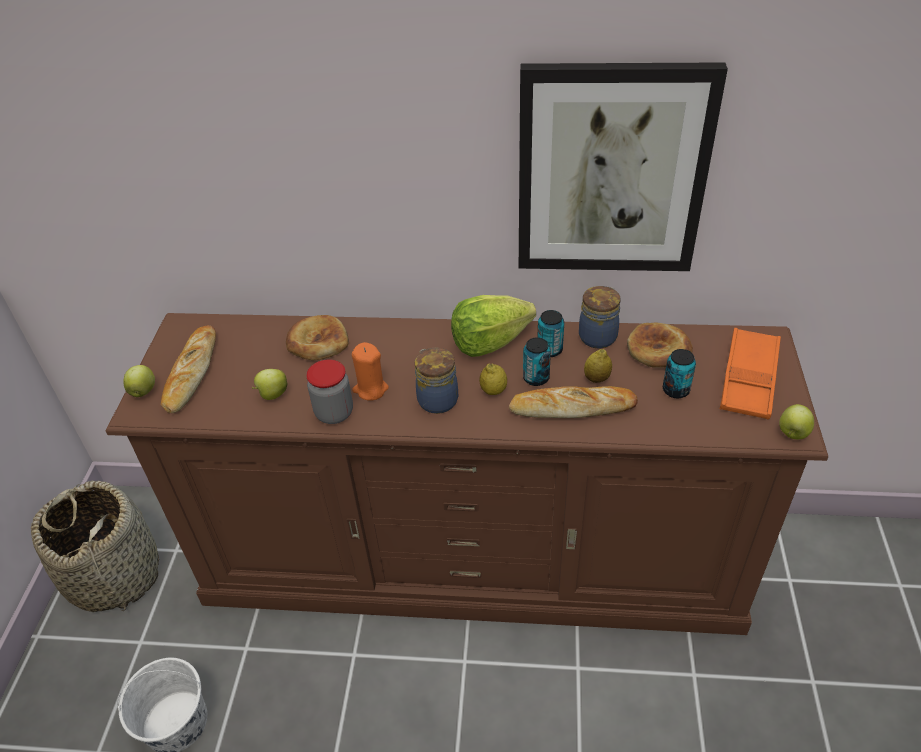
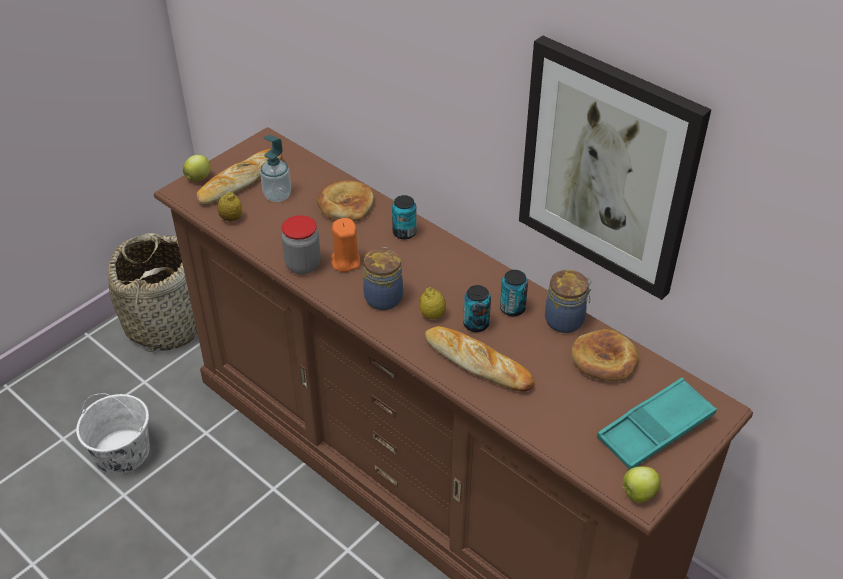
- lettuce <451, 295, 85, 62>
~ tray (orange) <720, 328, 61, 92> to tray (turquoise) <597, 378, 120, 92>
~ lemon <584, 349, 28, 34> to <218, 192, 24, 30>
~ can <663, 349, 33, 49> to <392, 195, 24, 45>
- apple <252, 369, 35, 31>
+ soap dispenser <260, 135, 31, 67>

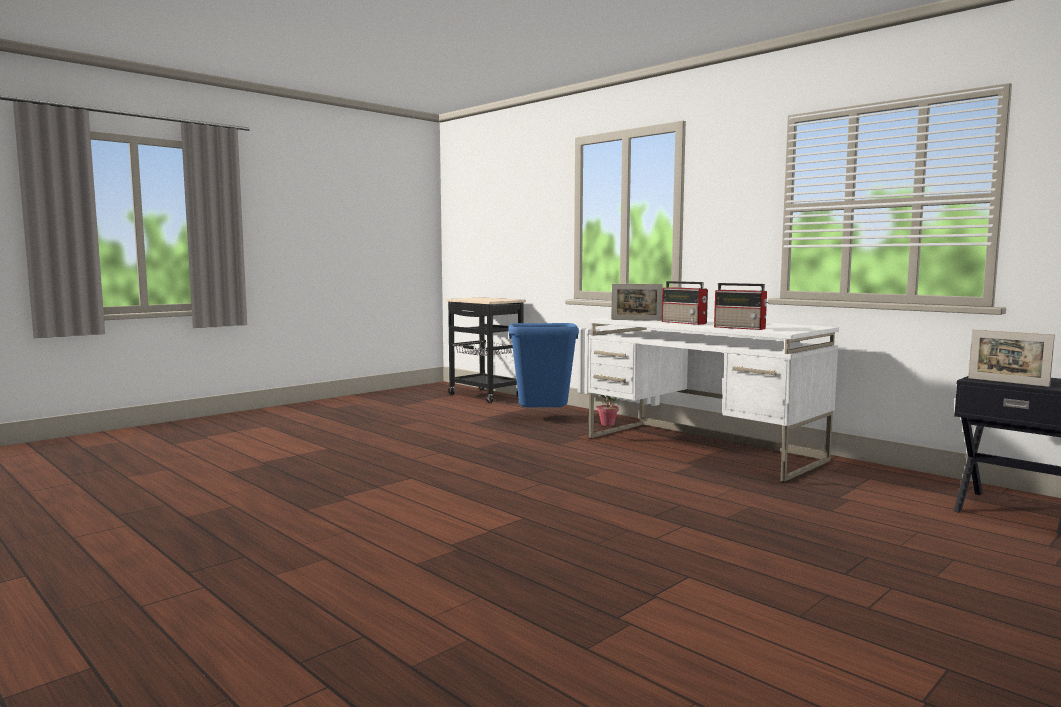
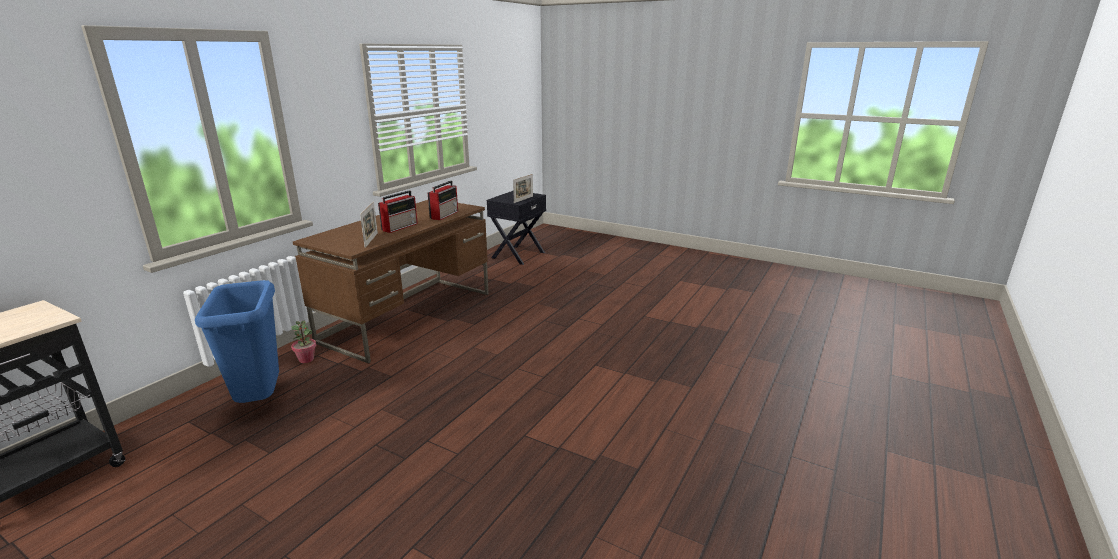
~ desk (white) <588, 317, 251, 165> to desk (brown) <293, 200, 196, 164>

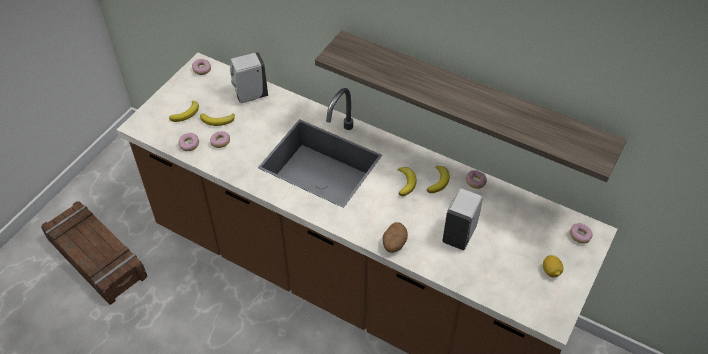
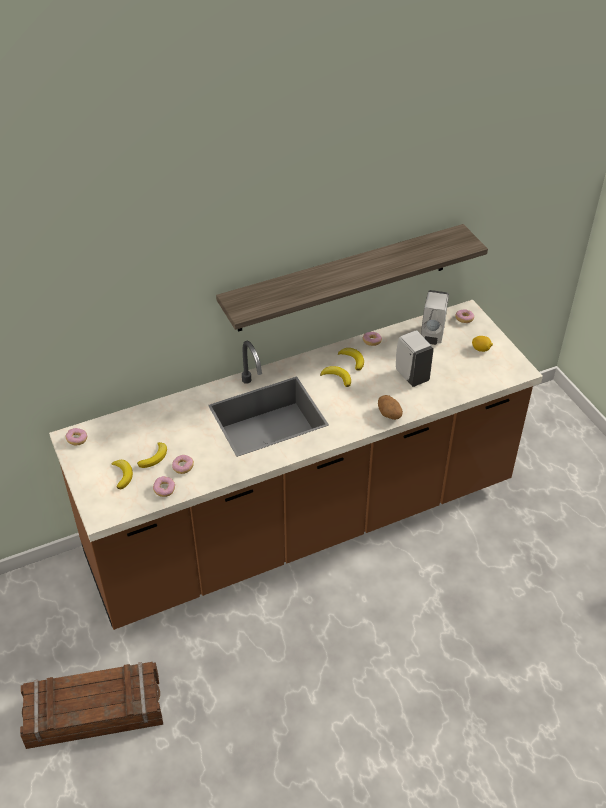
~ soap dispenser (white) <230, 52, 38, 52> to <421, 290, 28, 55>

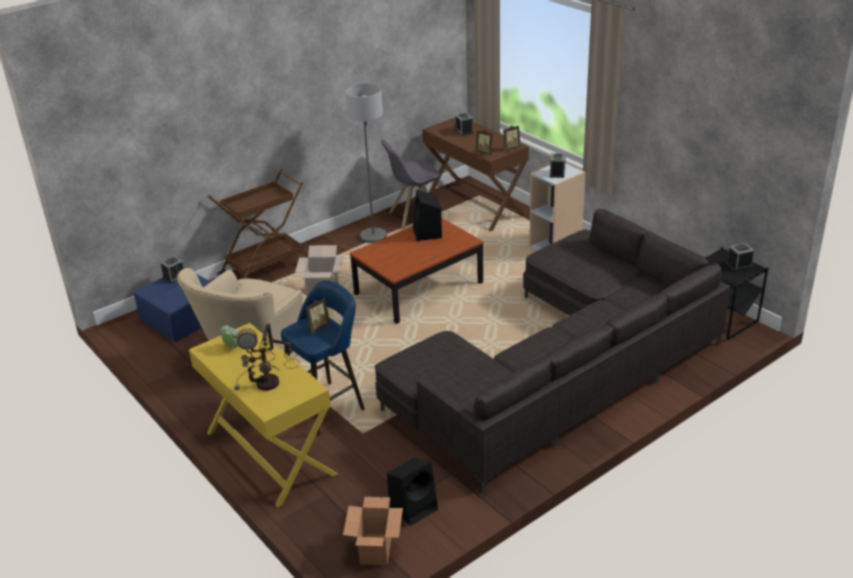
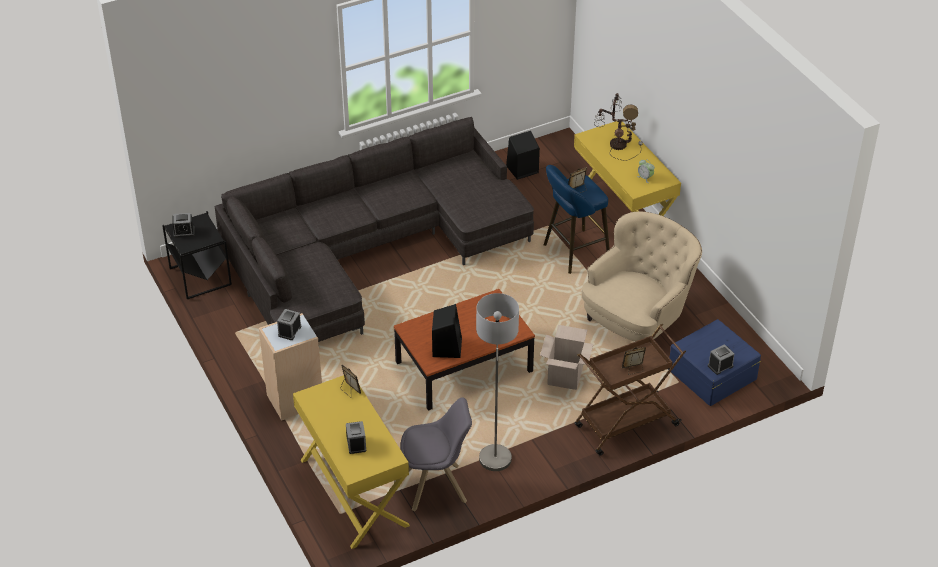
~ desk (brown) <422, 118, 107, 113> to desk (yellow) <293, 375, 117, 174>
~ picture frame <503, 125, 18, 26> to <622, 347, 24, 28>
- cardboard box <343, 497, 60, 68>

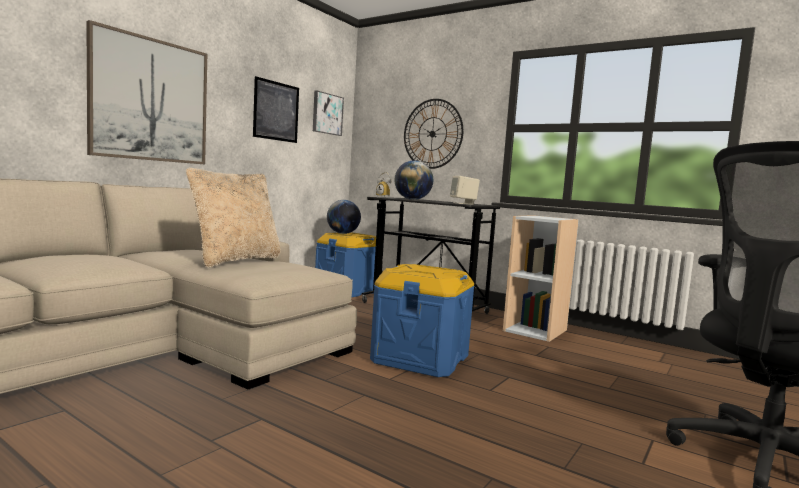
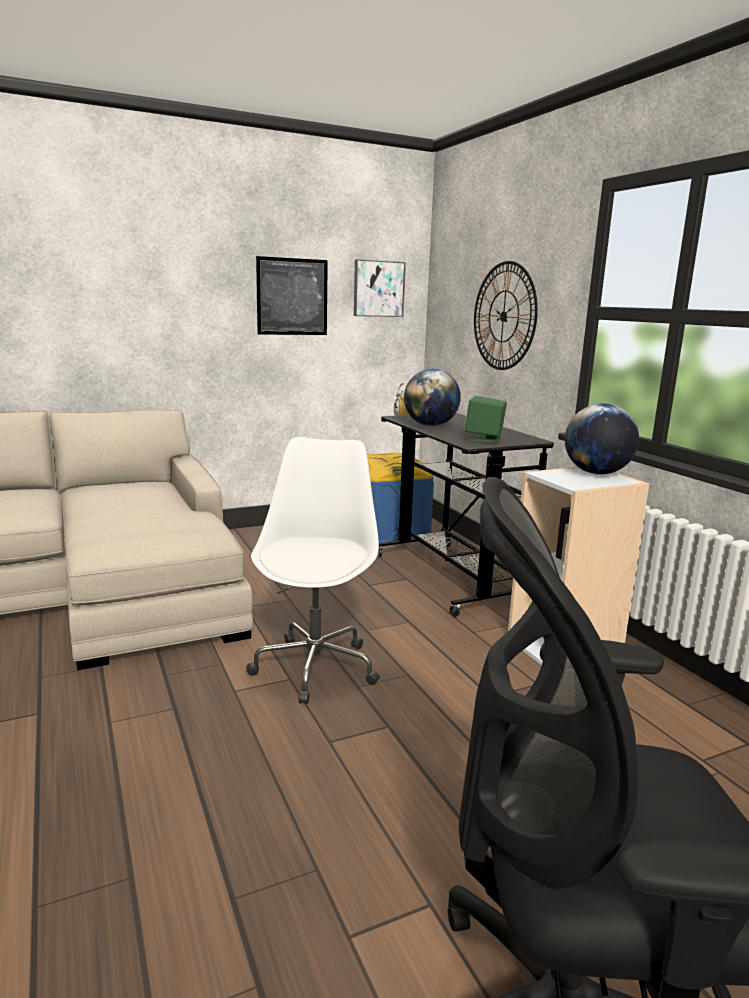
- picture <86, 20, 121, 144>
- pillow (beige) <186, 168, 94, 99>
~ speaker (beige) <450, 176, 30, 29> to speaker (green) <465, 396, 42, 47>
~ globe <327, 200, 34, 34> to <565, 403, 74, 72>
~ storage box (blue) <370, 264, 104, 113> to office chair (white) <246, 437, 134, 267>

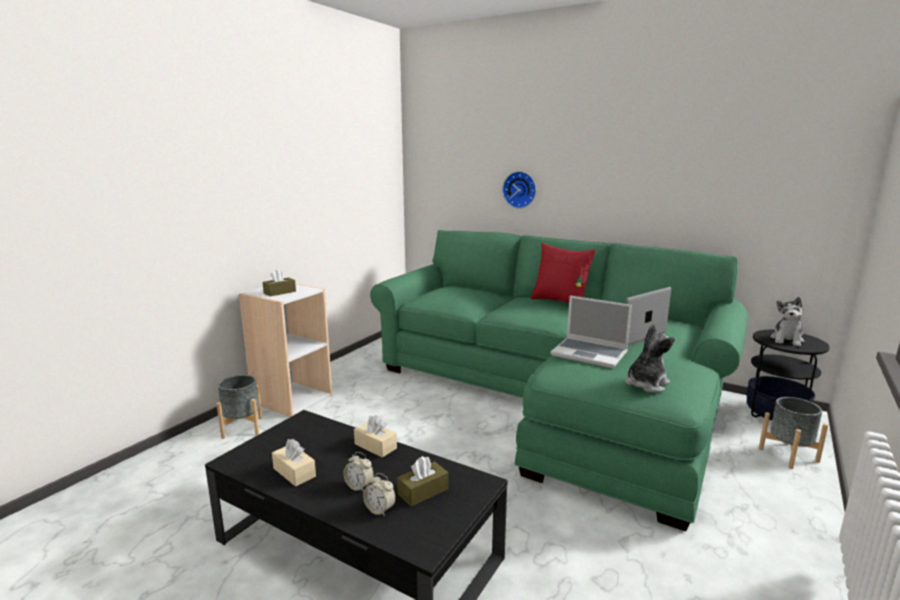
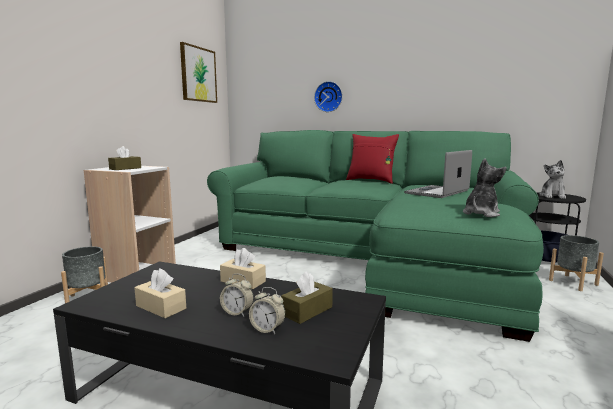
- laptop <551, 296, 81, 72>
+ picture <180, 42, 37, 61>

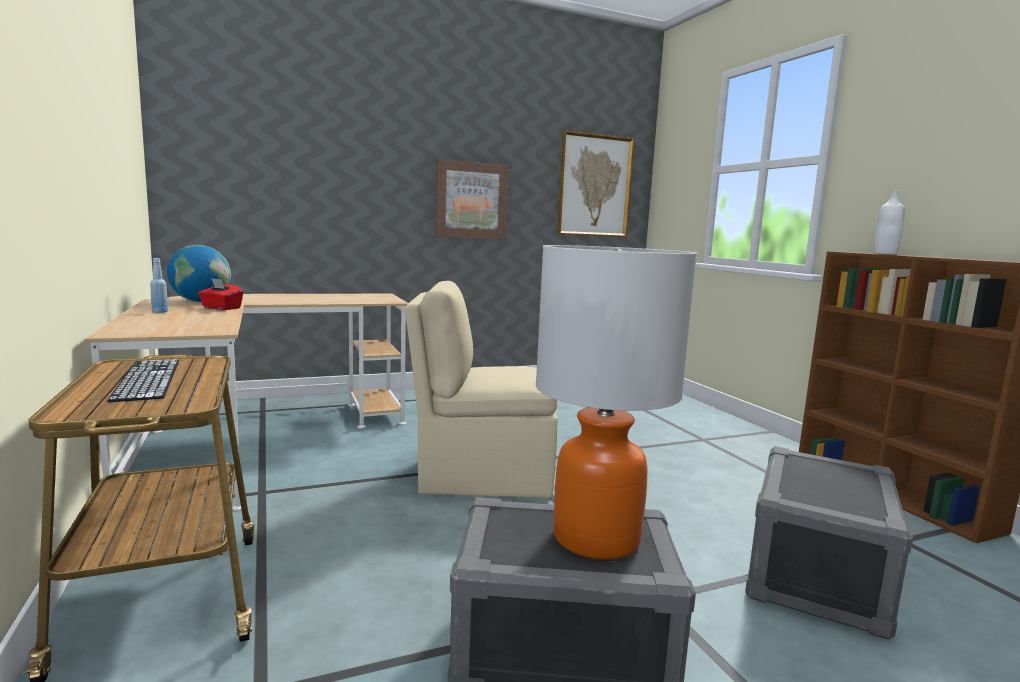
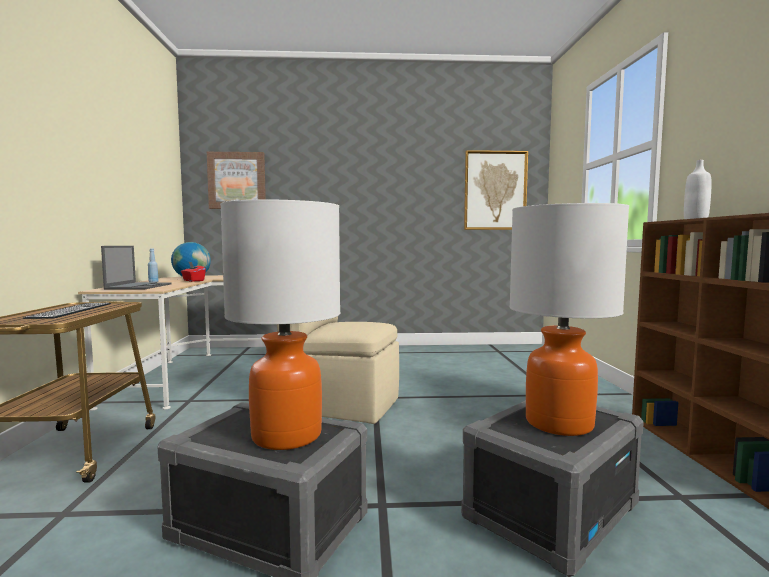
~ picture <435, 159, 74, 80> to <207, 152, 59, 57>
+ table lamp <509, 203, 120, 233>
+ laptop <101, 246, 71, 43>

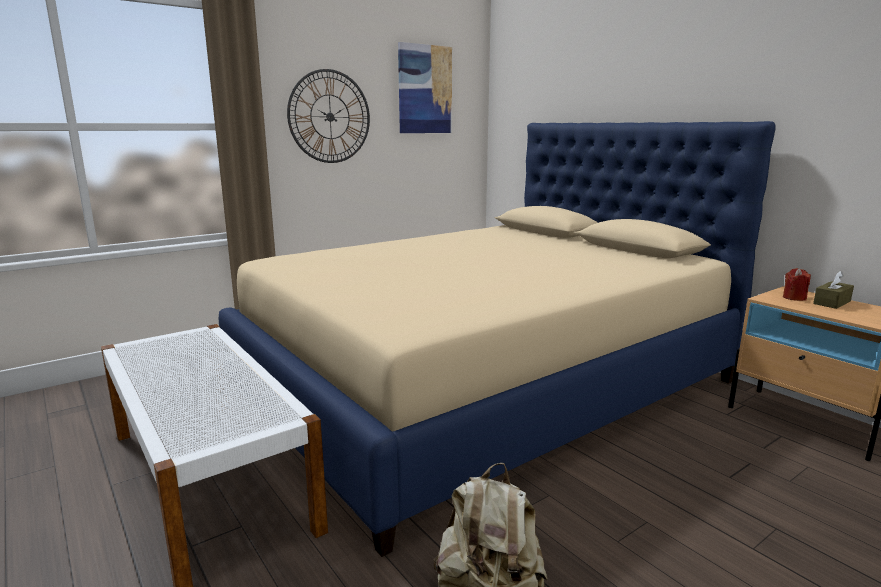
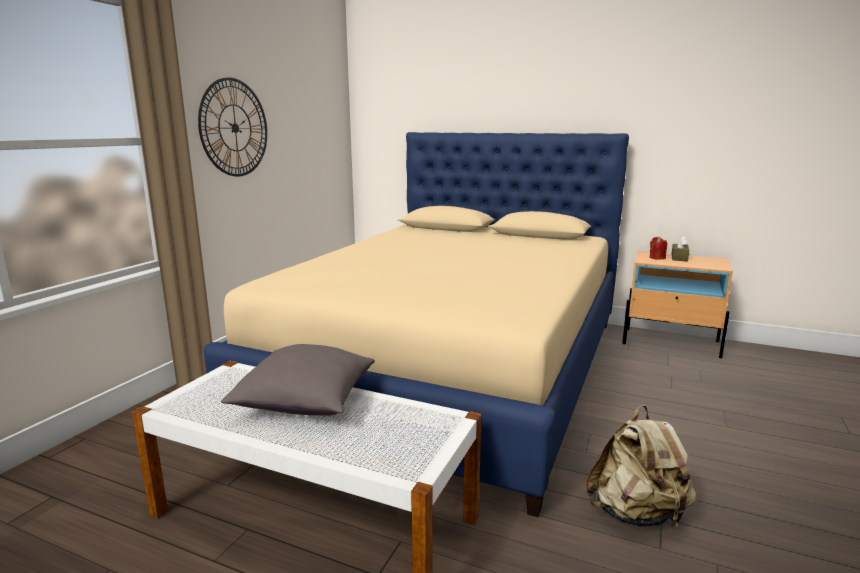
- picture <398, 42, 54, 91>
+ pillow (grey) <221, 344, 154, 72>

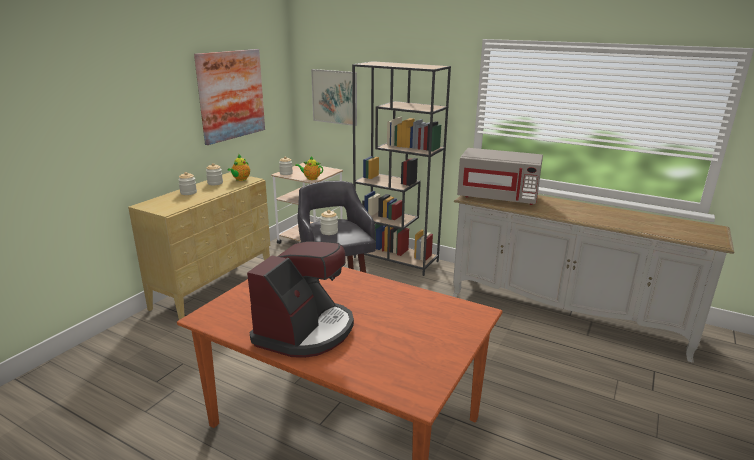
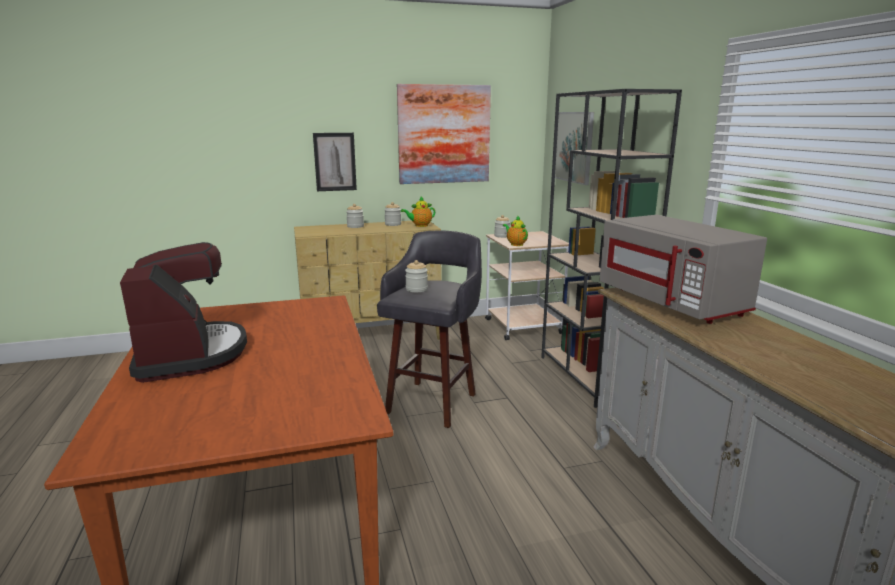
~ coffee machine <247, 241, 107, 117> = <120, 242, 127, 141> 90 degrees counterclockwise
+ picture <313, 133, 44, 58>

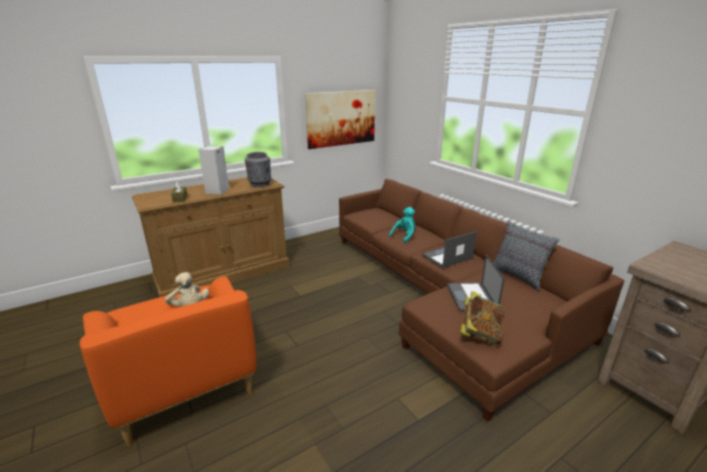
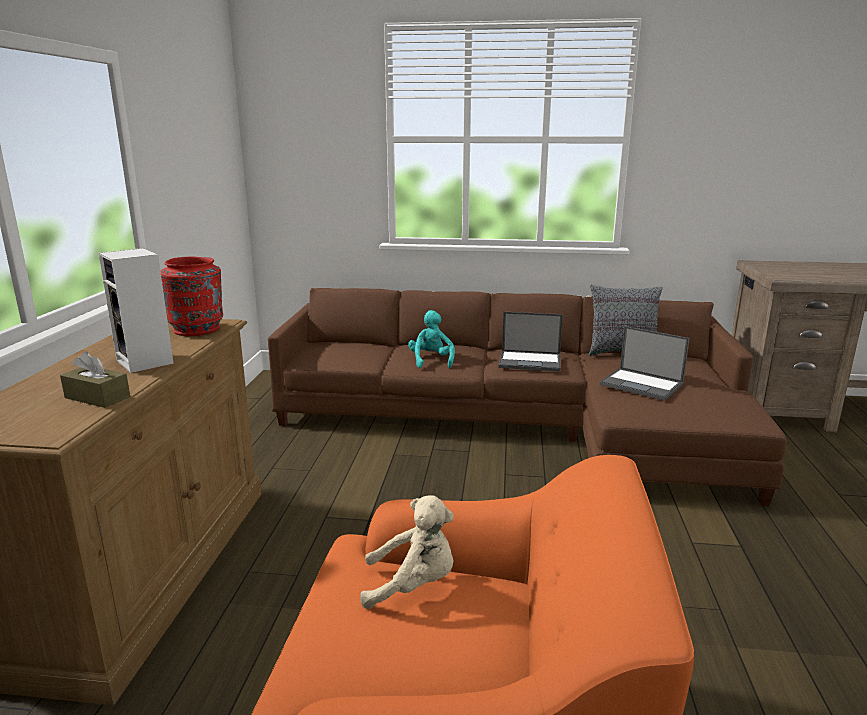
- picture <305, 90, 70, 59>
~ vase (grey) <245, 152, 26, 35> to vase (red) <160, 257, 63, 79>
~ laptop <422, 231, 55, 37> = <498, 312, 65, 60> 90 degrees counterclockwise
- book <460, 291, 44, 55>

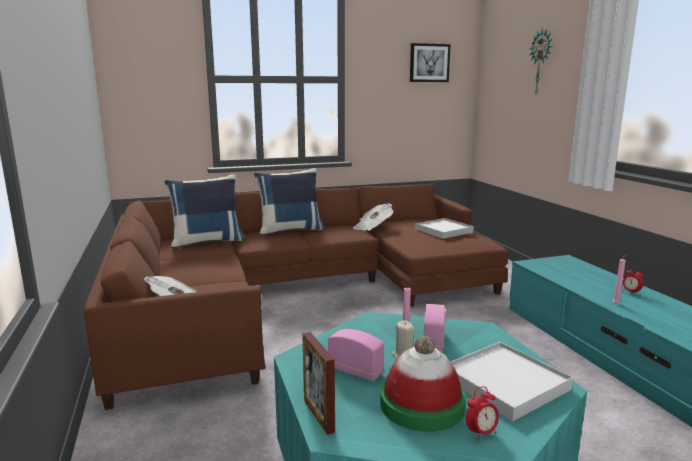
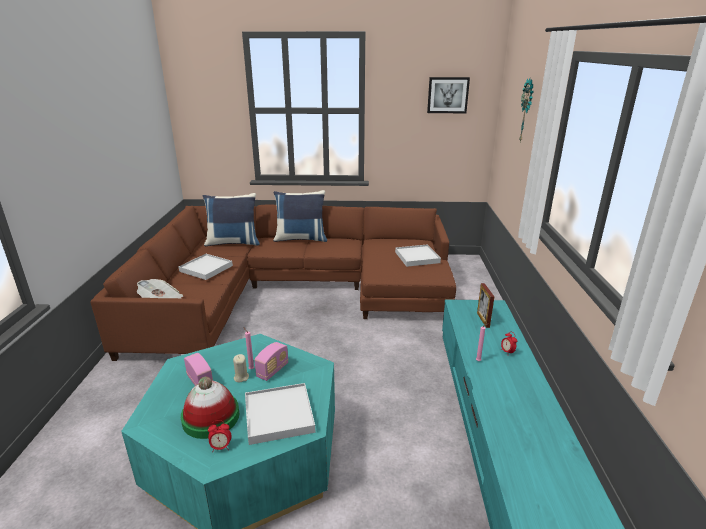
- newspaper <353, 203, 41, 28>
~ picture frame <302, 332, 33, 103> to <477, 283, 17, 45>
+ tray (white) <179, 254, 54, 26>

